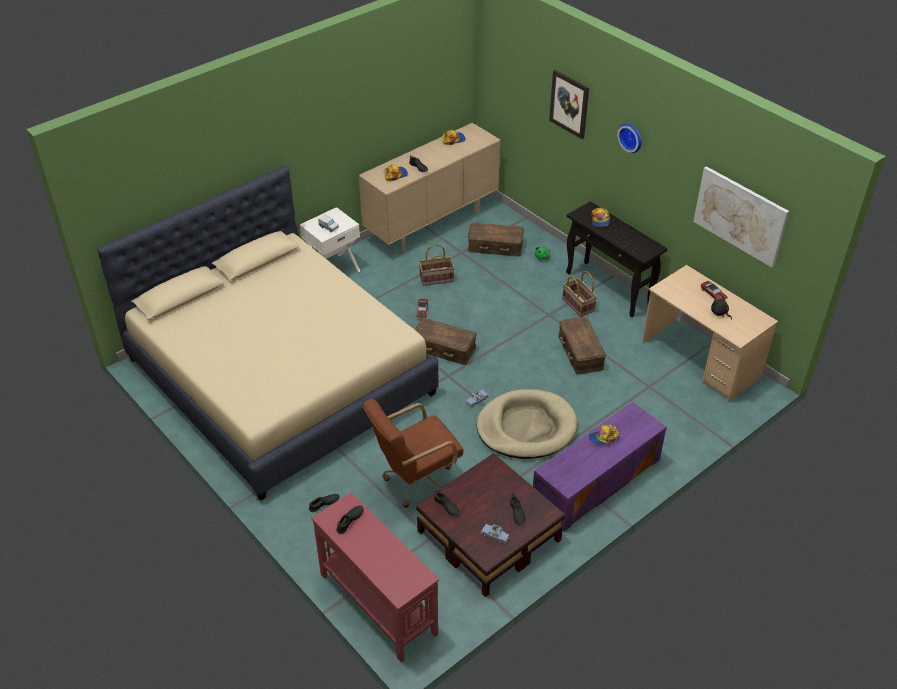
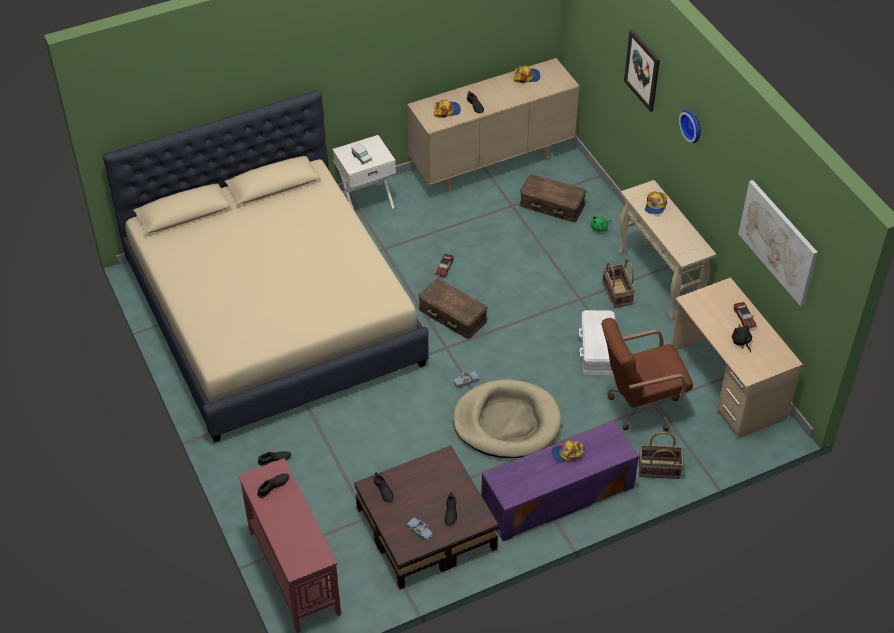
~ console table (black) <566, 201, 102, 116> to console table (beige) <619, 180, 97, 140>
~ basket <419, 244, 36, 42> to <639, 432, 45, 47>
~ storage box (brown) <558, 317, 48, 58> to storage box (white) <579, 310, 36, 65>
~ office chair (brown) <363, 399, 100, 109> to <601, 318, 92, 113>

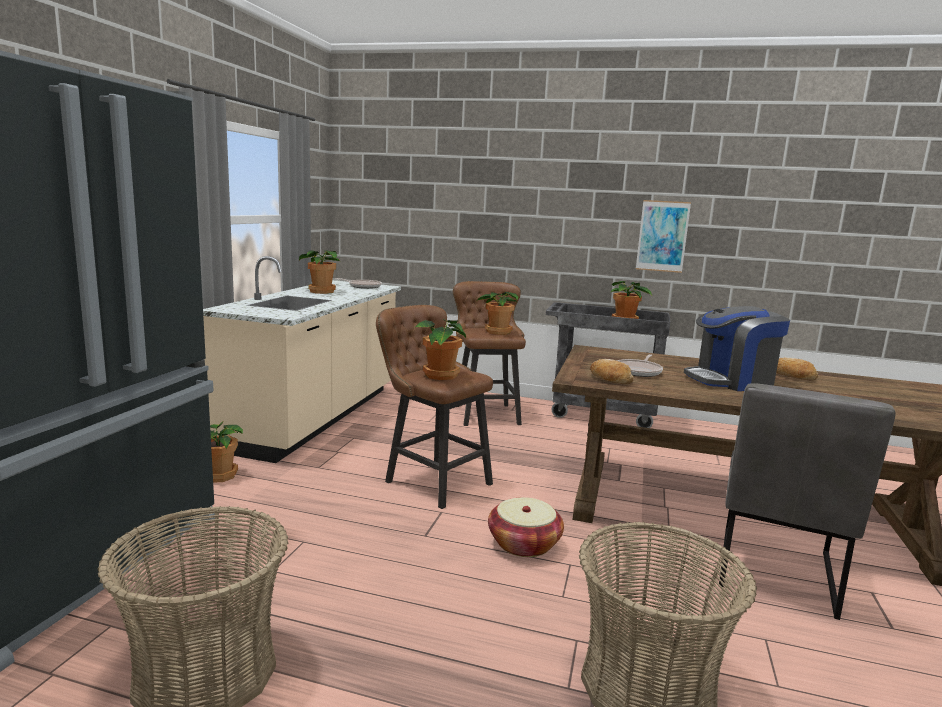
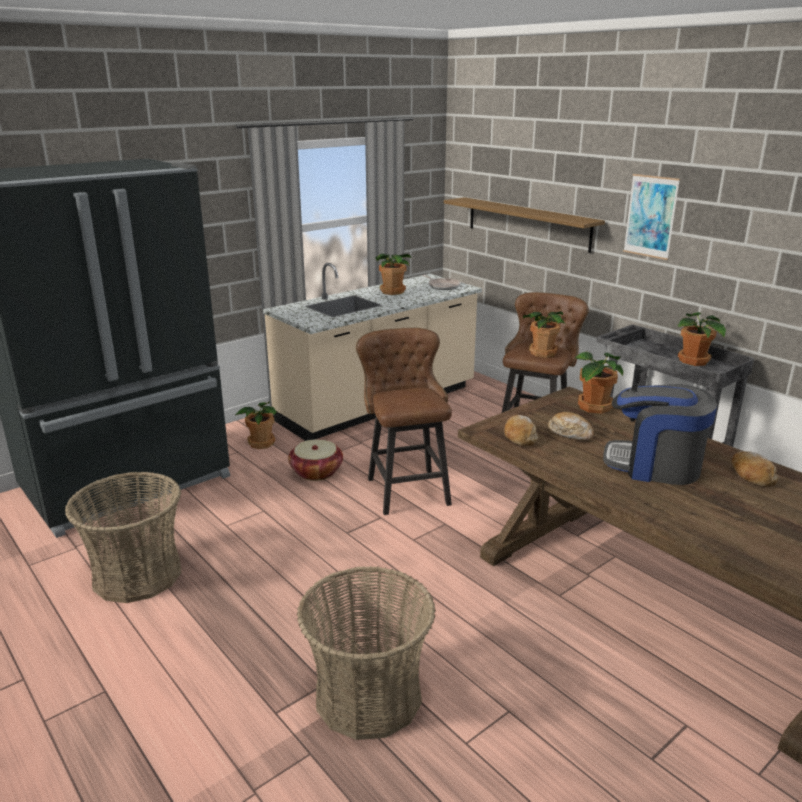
~ picture <636, 200, 55, 73> to <623, 174, 57, 86>
~ potted plant <414, 319, 52, 61> to <575, 352, 48, 62>
~ frying pan <617, 354, 46, 23> to bread <548, 412, 46, 28>
- chair (grey) <719, 383, 176, 237>
~ basket <488, 497, 76, 60> to <288, 440, 55, 41>
+ shelf <444, 197, 161, 56>

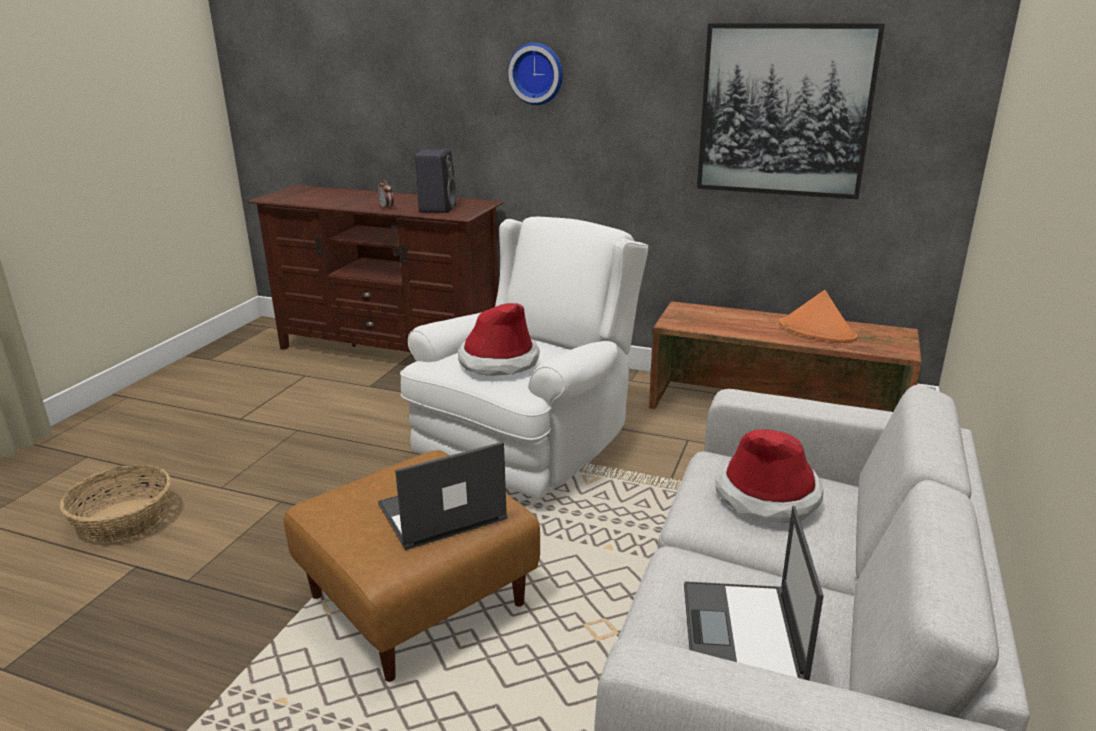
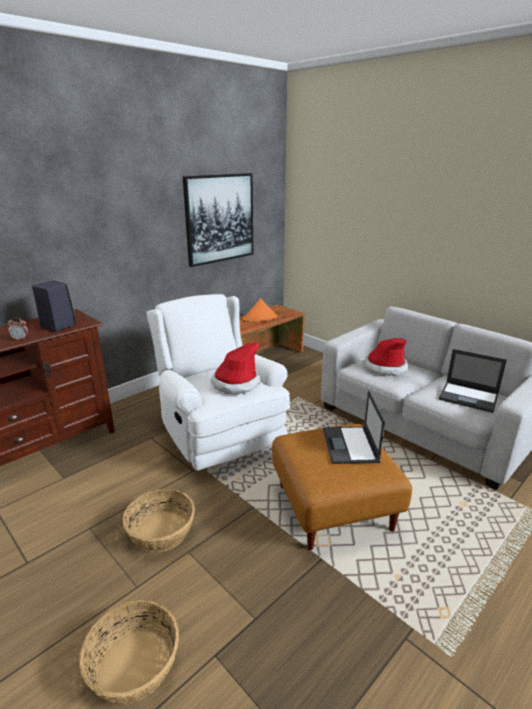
- wall clock <508, 43, 55, 62>
+ basket <123, 489, 72, 63>

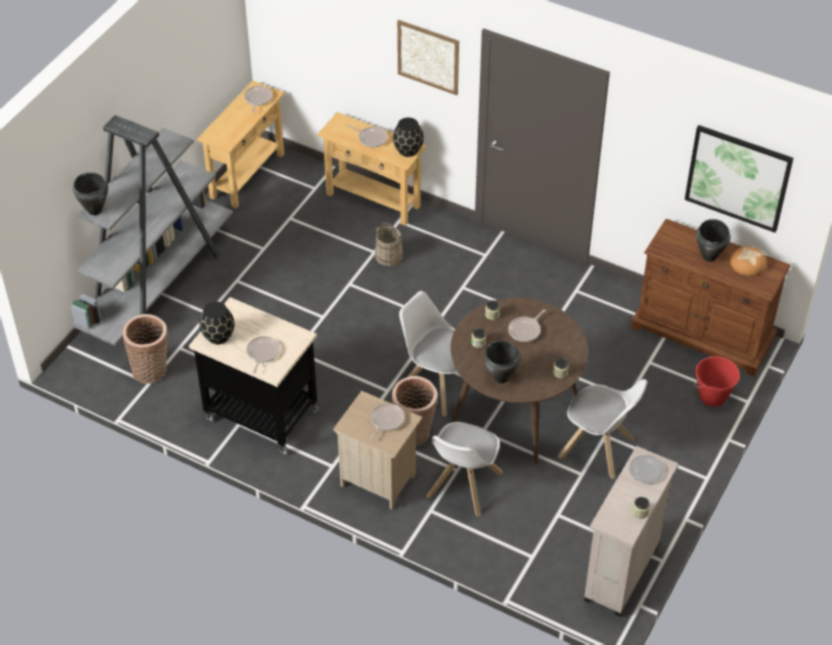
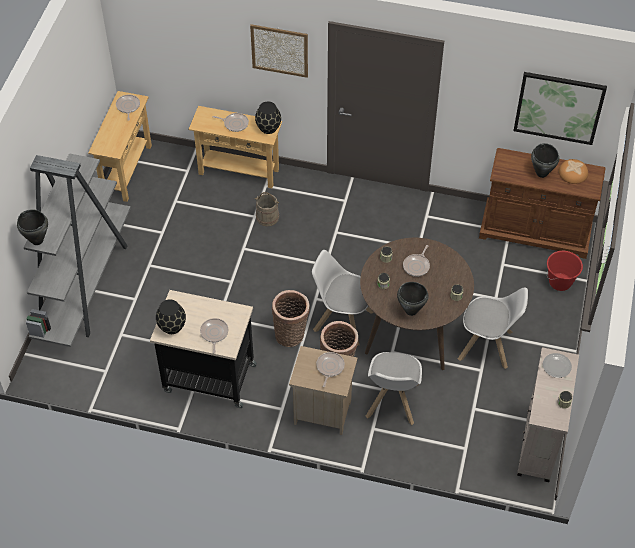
~ basket <122, 314, 46, 70> to <272, 290, 38, 57>

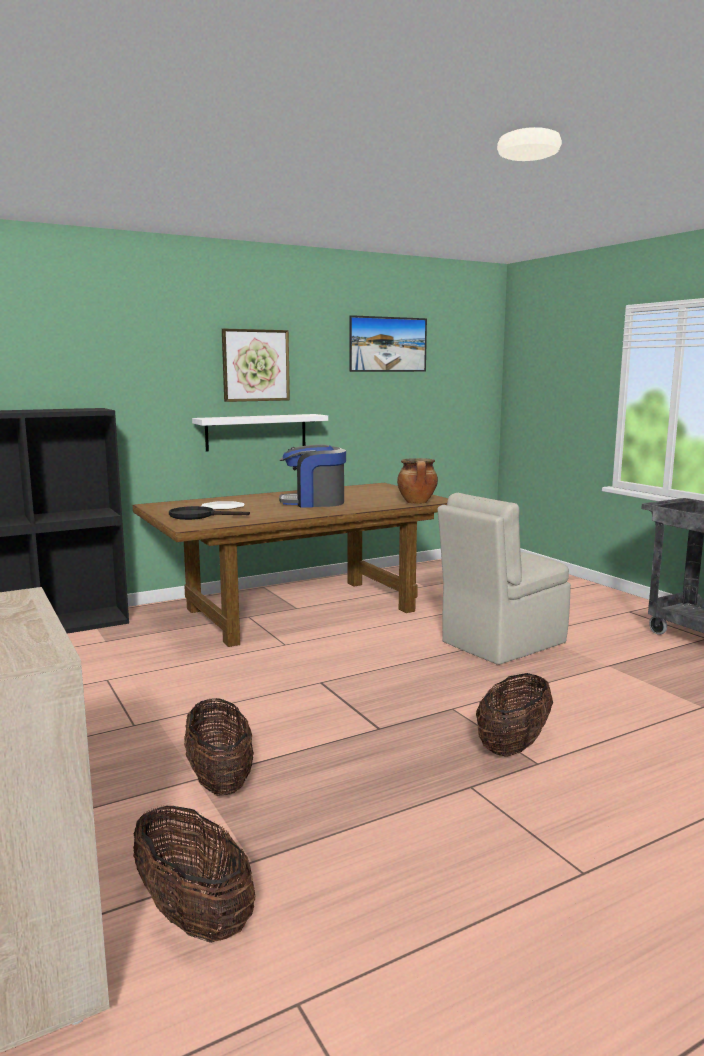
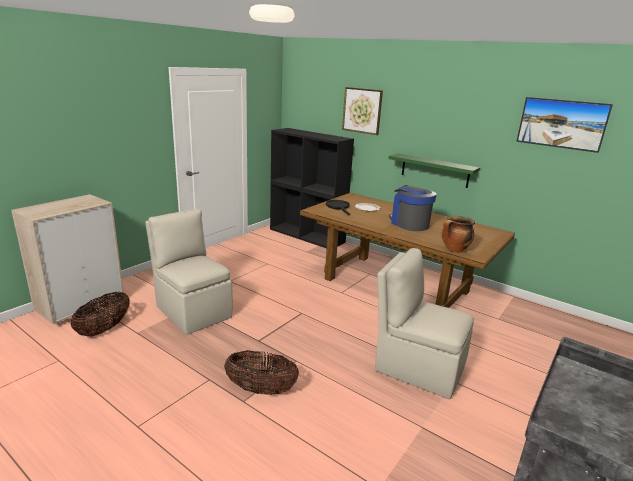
~ picture <222, 328, 68, 74> to <342, 87, 41, 48>
~ shelf (white) <192, 414, 136, 37> to shelf (green) <388, 153, 92, 35>
~ basket <184, 698, 70, 98> to chair (beige) <145, 208, 88, 126>

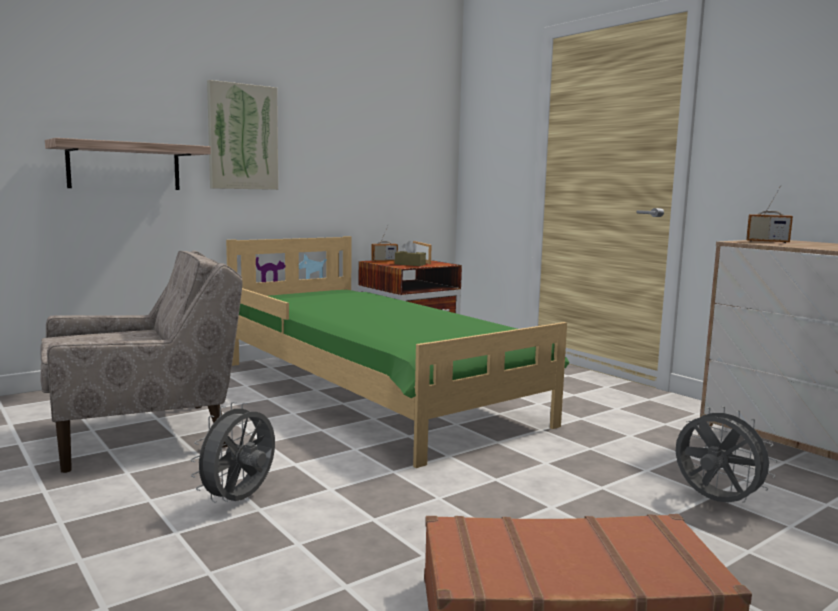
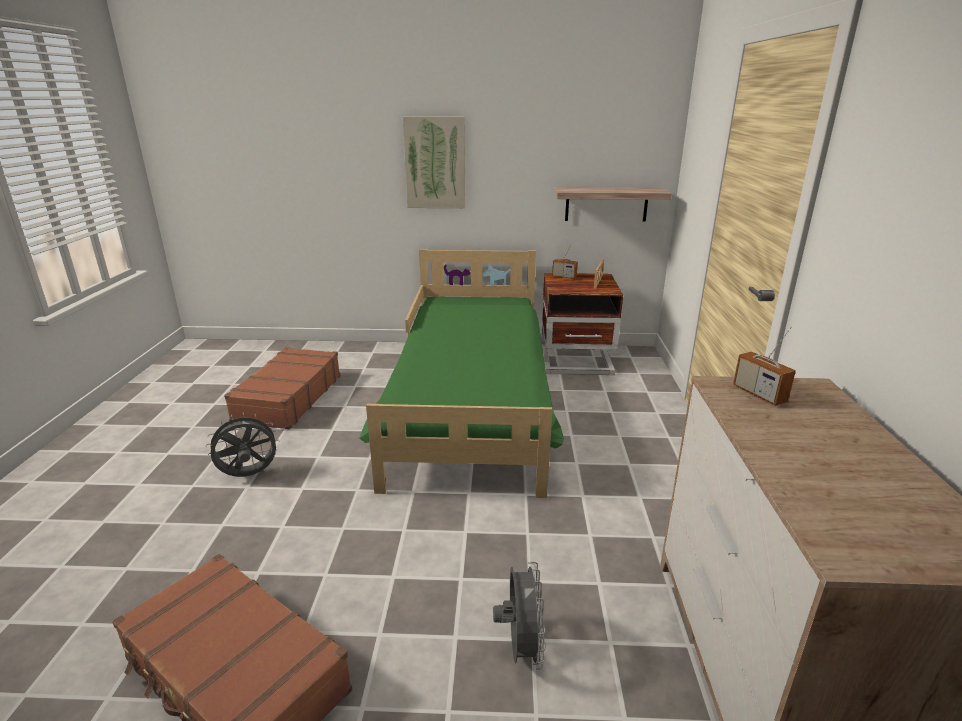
~ shelf <45, 138, 166, 52> to <554, 187, 118, 35>
- tissue box (brown) <395, 241, 31, 25>
~ armchair (beige) <40, 251, 203, 222> to suitcase (brown) <224, 347, 116, 82>

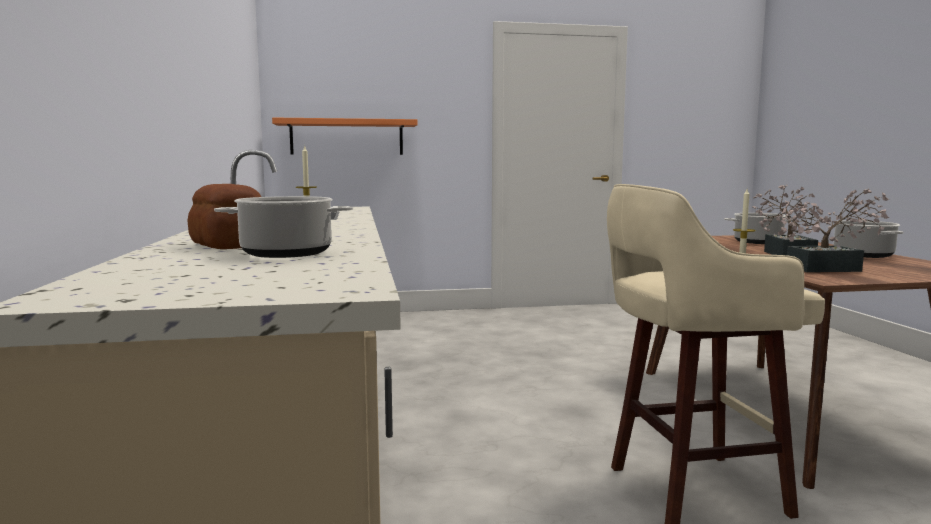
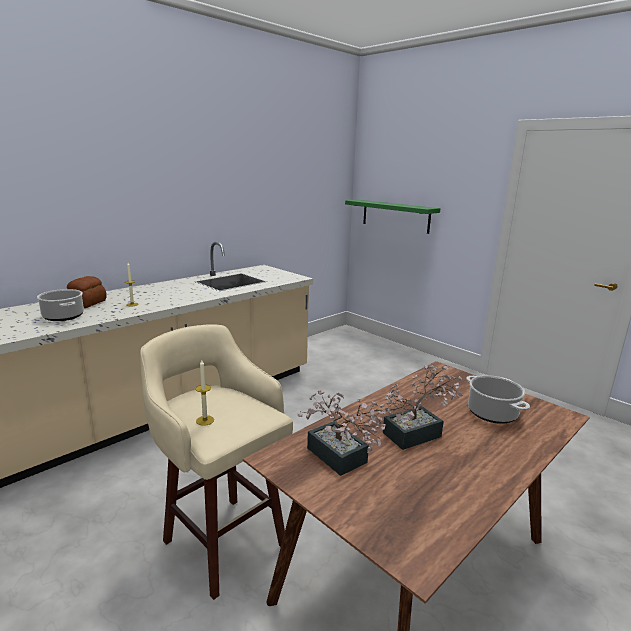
~ shelf (orange) <272, 117, 145, 38> to shelf (green) <345, 200, 95, 34>
- cooking pot <833, 220, 70, 38>

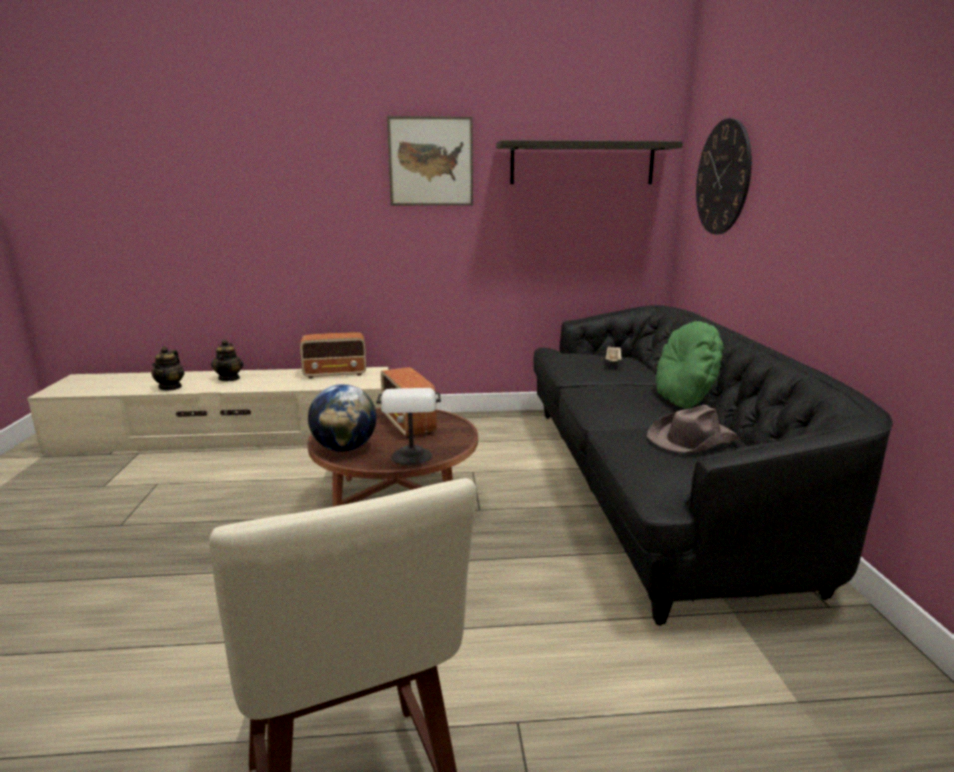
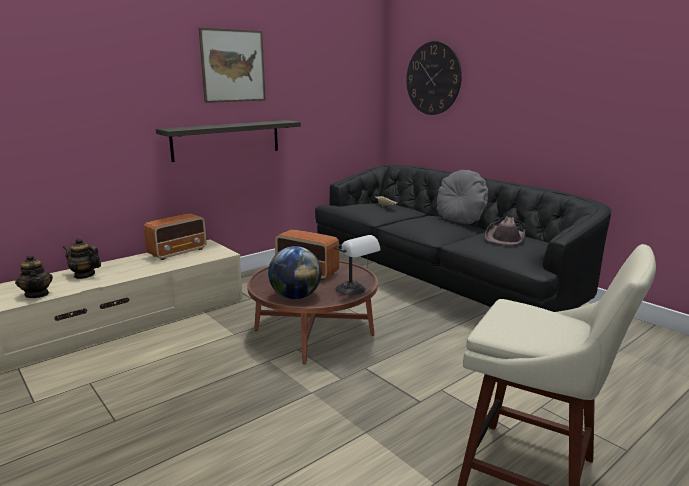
~ shelf <496, 140, 187, 44> to <156, 120, 145, 42>
~ pillow (green) <656, 321, 68, 88> to pillow (grey) <437, 170, 51, 54>
~ teapot <211, 340, 32, 41> = <63, 238, 38, 41> 150 degrees clockwise

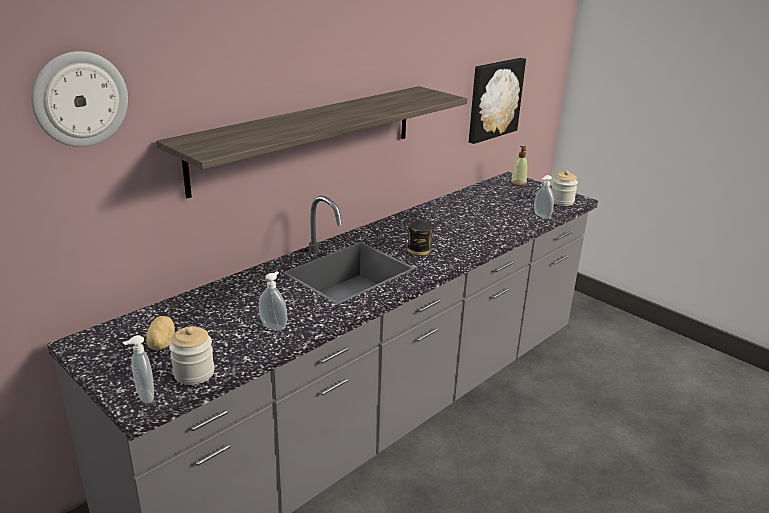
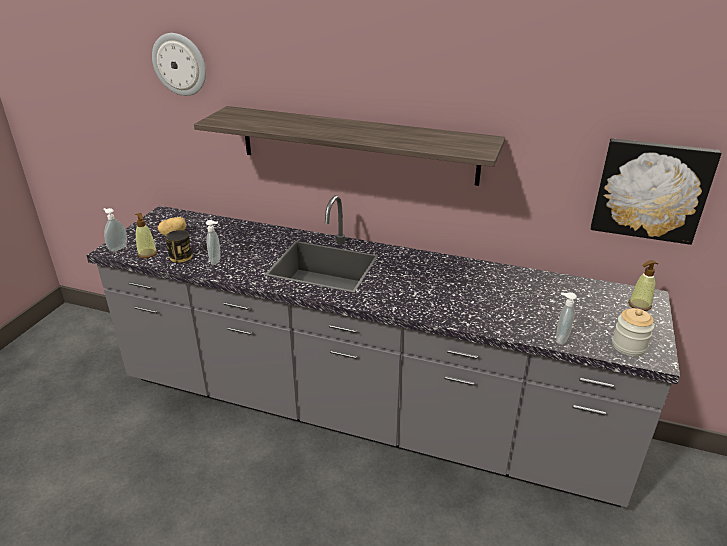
~ can <407, 221, 26, 35> to <166, 230, 27, 33>
~ jar <169, 326, 46, 59> to soap dispenser <135, 213, 22, 45>

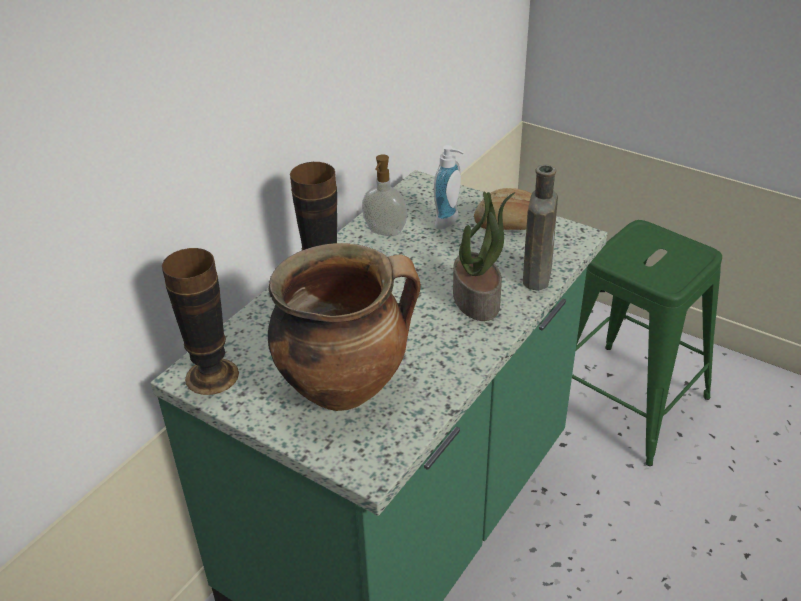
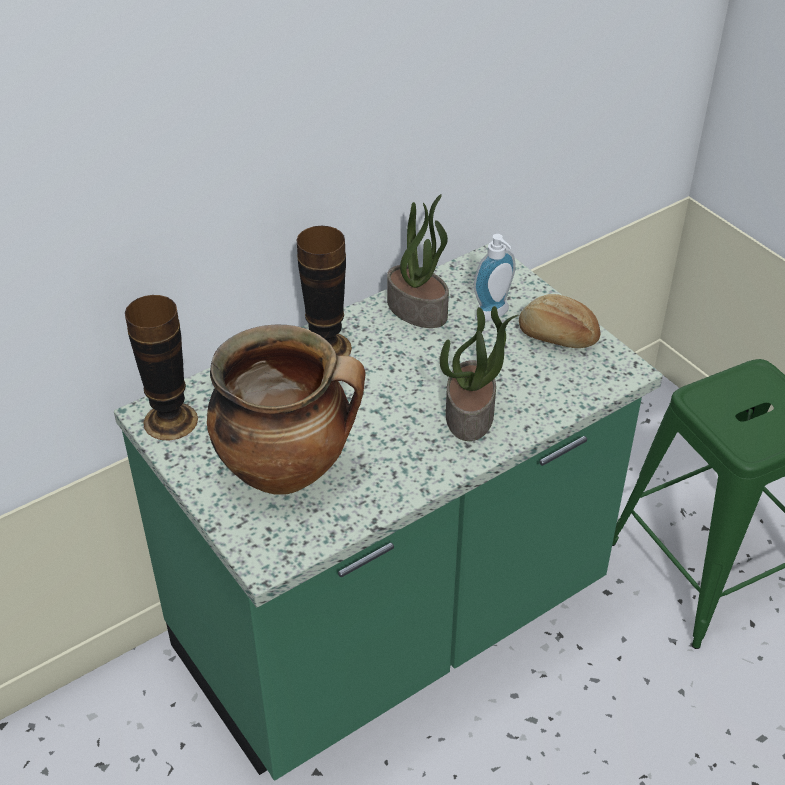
~ soap dispenser <362, 154, 45, 82> to potted plant <387, 194, 62, 134>
- bottle (brown) <523, 164, 35, 127>

